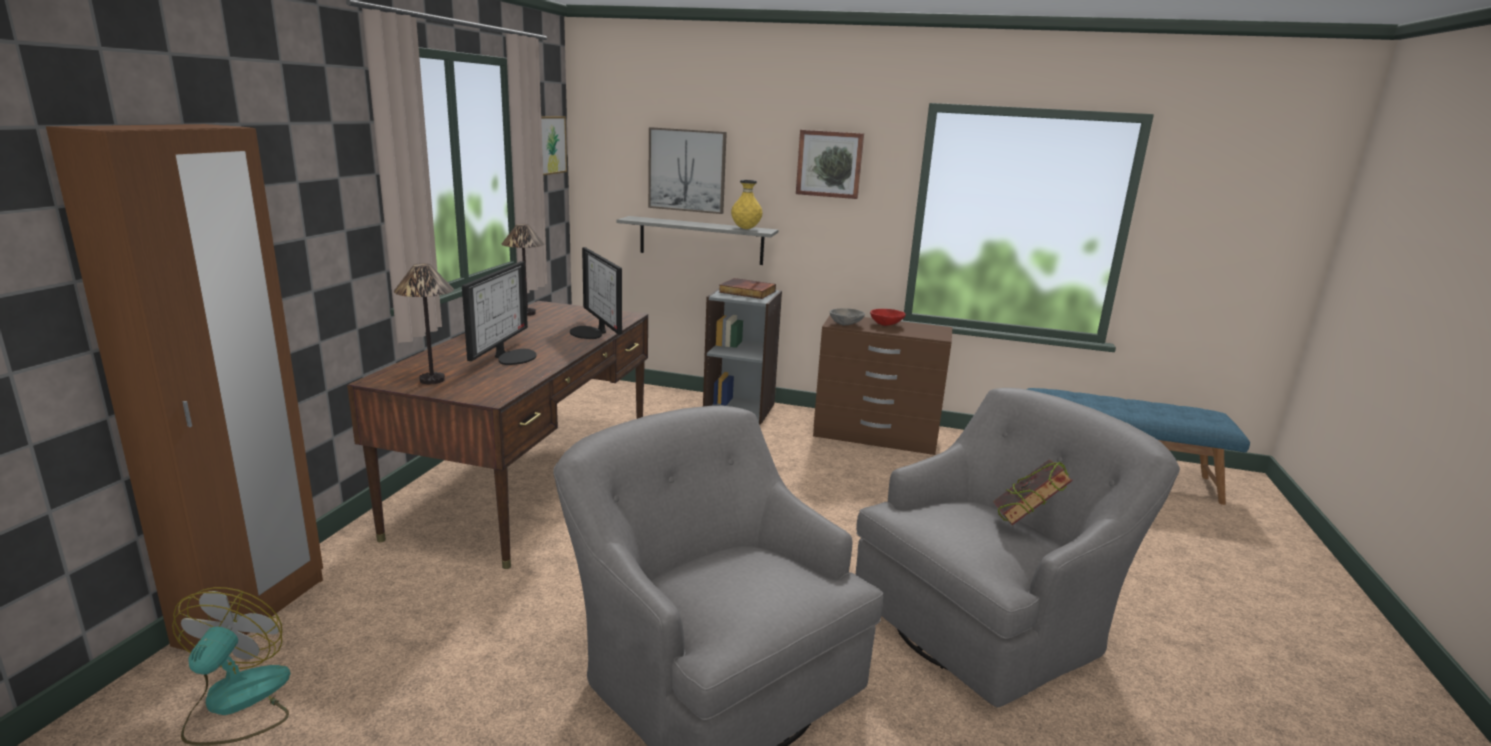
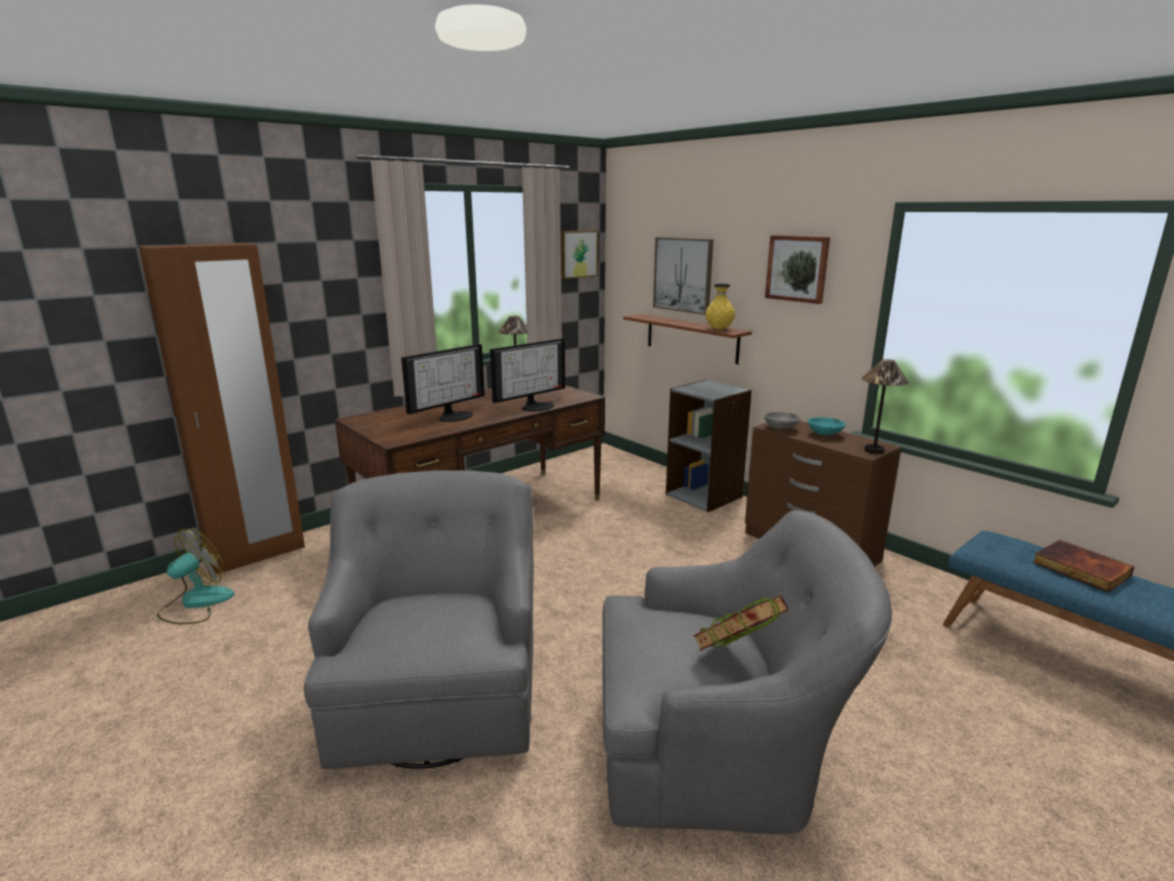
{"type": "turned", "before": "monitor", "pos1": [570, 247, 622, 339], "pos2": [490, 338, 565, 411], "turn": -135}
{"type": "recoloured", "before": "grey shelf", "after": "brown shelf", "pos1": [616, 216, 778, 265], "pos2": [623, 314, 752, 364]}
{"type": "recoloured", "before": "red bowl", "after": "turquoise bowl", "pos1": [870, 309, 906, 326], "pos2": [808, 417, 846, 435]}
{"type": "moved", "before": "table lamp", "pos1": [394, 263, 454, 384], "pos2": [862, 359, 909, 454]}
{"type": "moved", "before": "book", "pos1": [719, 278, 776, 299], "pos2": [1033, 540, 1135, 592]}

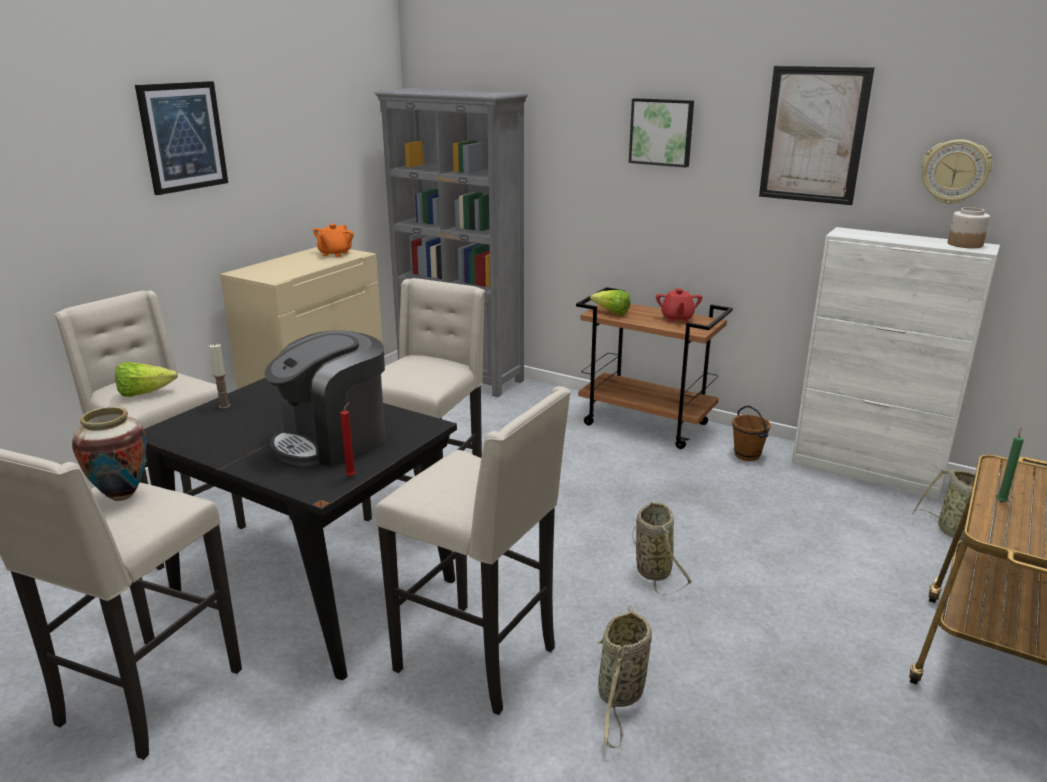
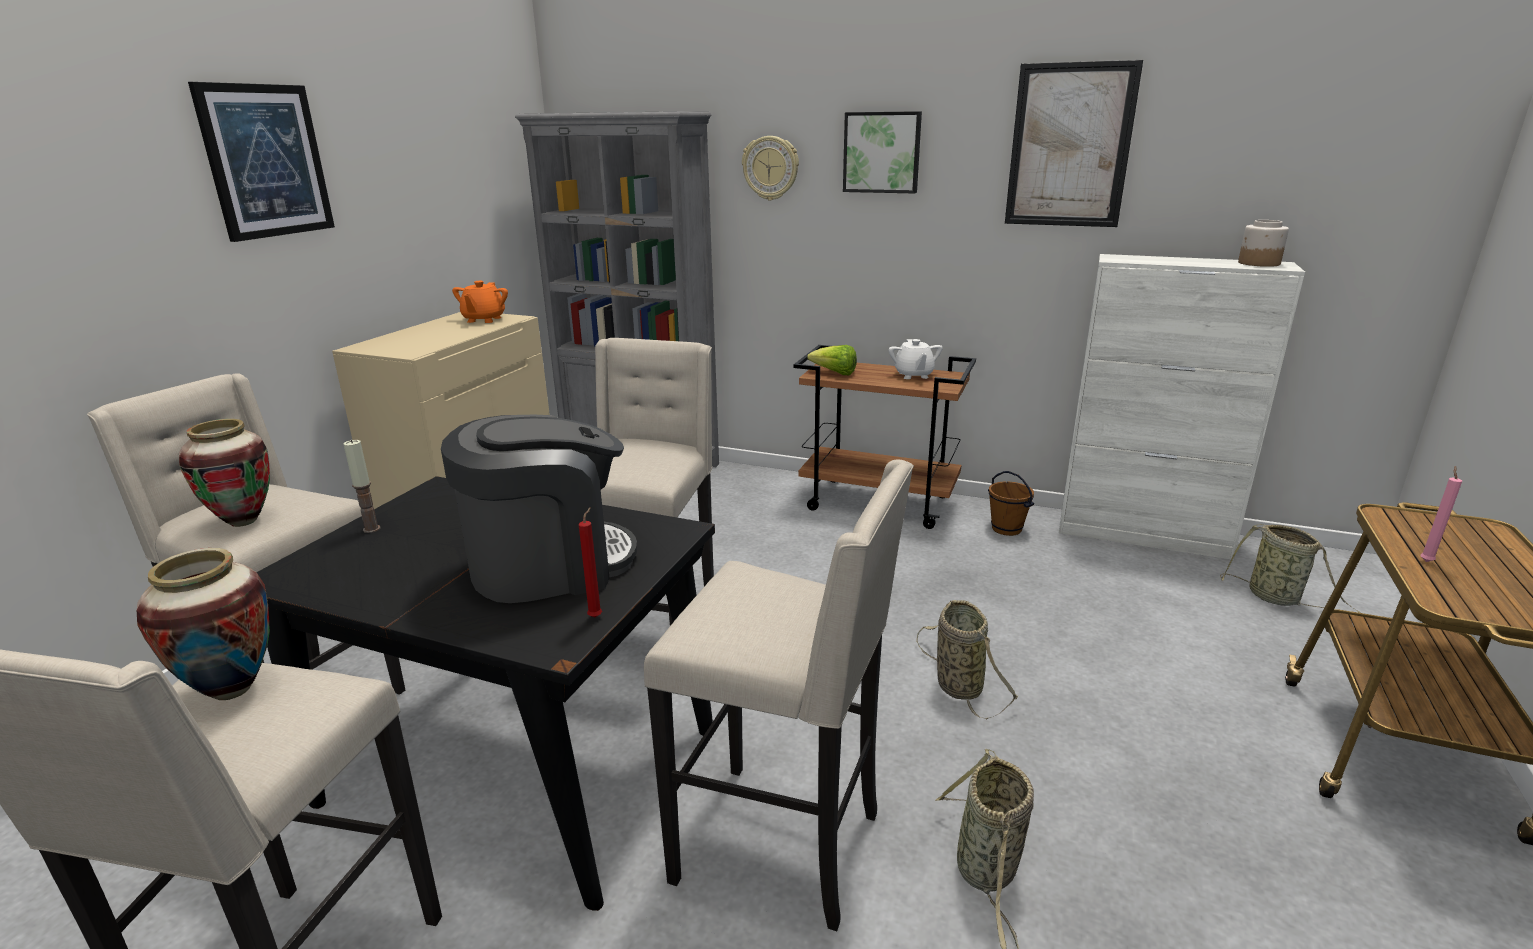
{"type": "replaced", "before": "lettuce", "after": "vase", "pos1": [115, 362, 178, 397], "pos2": [179, 419, 270, 527]}
{"type": "turned", "before": "coffee machine", "pos1": [265, 330, 385, 466], "pos2": [441, 415, 637, 603], "turn": -150}
{"type": "moved", "before": "wall clock", "pos1": [922, 139, 992, 204], "pos2": [742, 136, 799, 200]}
{"type": "recoloured", "before": "red teapot", "after": "white teapot", "pos1": [656, 288, 702, 323], "pos2": [889, 339, 943, 379]}
{"type": "recoloured", "before": "green candle", "after": "pink candle", "pos1": [997, 428, 1024, 503], "pos2": [1420, 466, 1462, 562]}

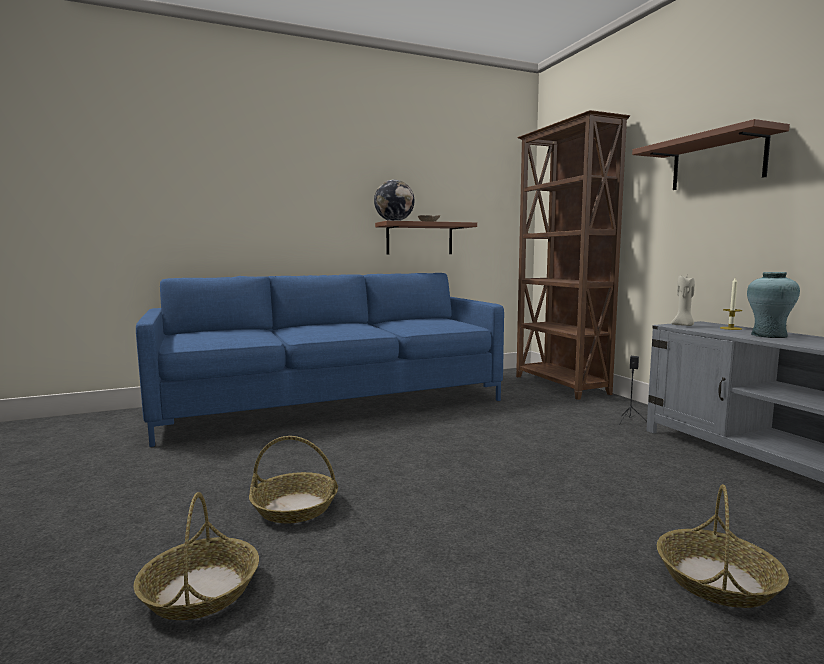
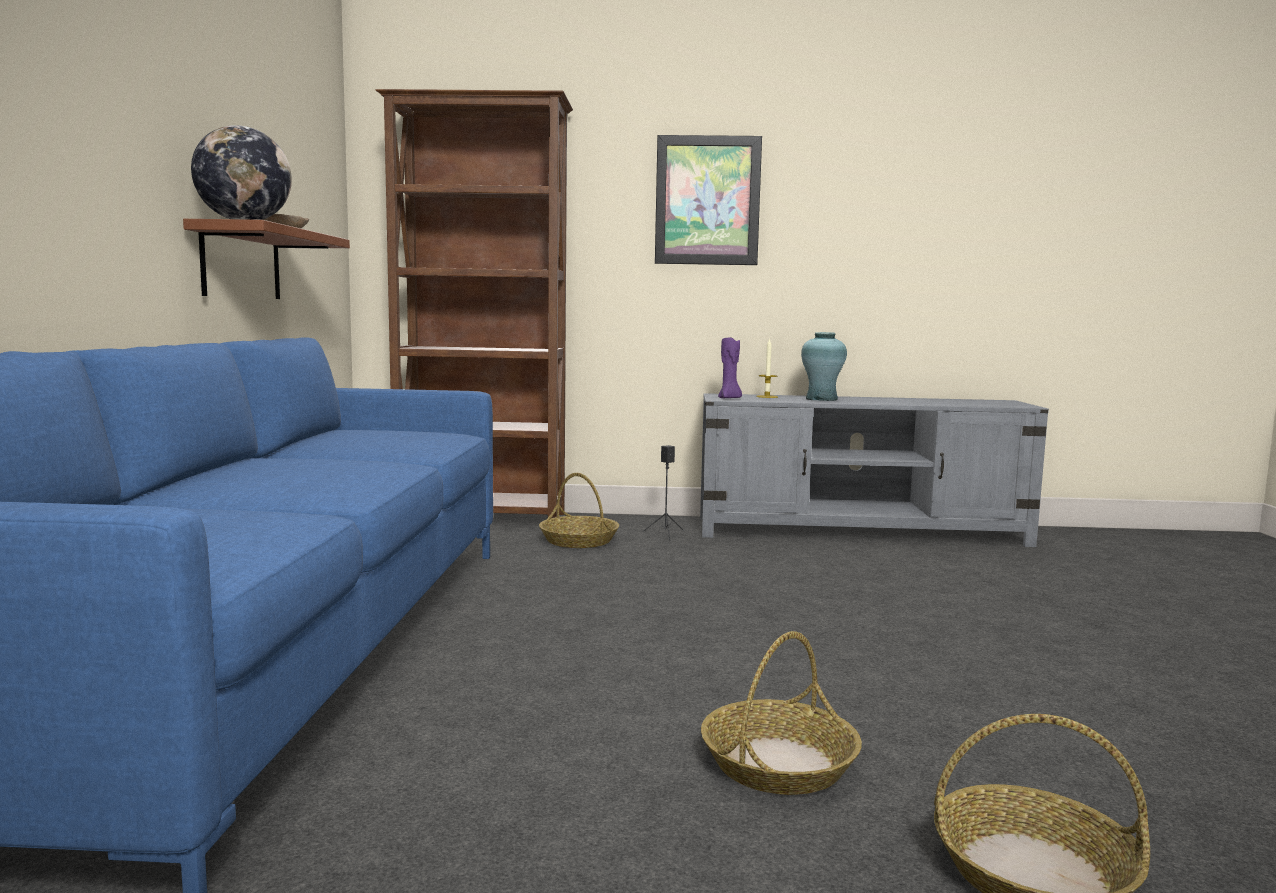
{"type": "moved", "before": "basket", "pos1": [657, 484, 789, 608], "pos2": [539, 473, 619, 548]}
{"type": "replaced", "before": "brown shelf", "after": "picture", "pos1": [632, 119, 790, 190], "pos2": [655, 135, 762, 265]}
{"type": "recoloured", "before": "beige candle", "after": "purple candle", "pos1": [671, 276, 695, 326], "pos2": [718, 338, 742, 398]}

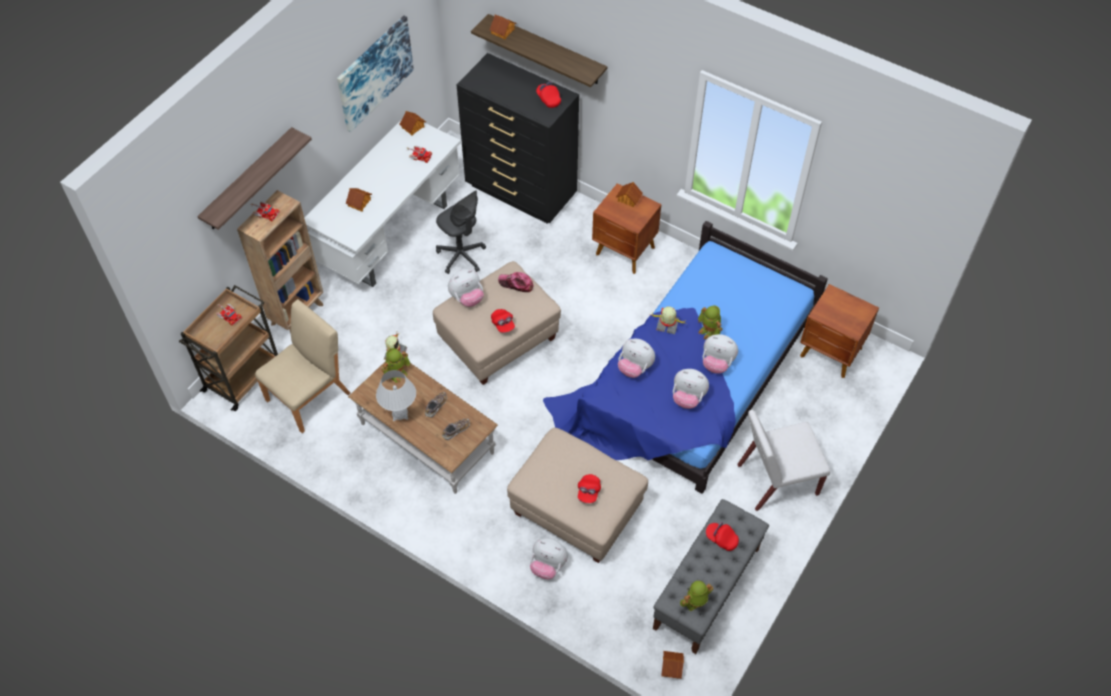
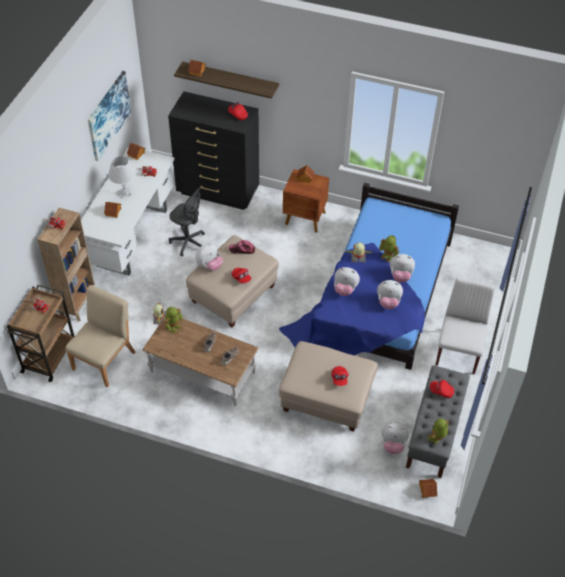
{"type": "moved", "before": "white table lamp", "pos1": [376, 370, 416, 421], "pos2": [108, 156, 136, 198]}
{"type": "moved", "before": "plush toy", "pos1": [530, 538, 568, 579], "pos2": [382, 423, 409, 454]}
{"type": "turned", "before": "white chair", "pos1": [737, 410, 830, 511], "pos2": [435, 278, 495, 374], "turn": 135}
{"type": "removed", "before": "shelf", "pos1": [197, 127, 312, 230]}
{"type": "removed", "before": "brown nightstand", "pos1": [800, 284, 879, 378]}

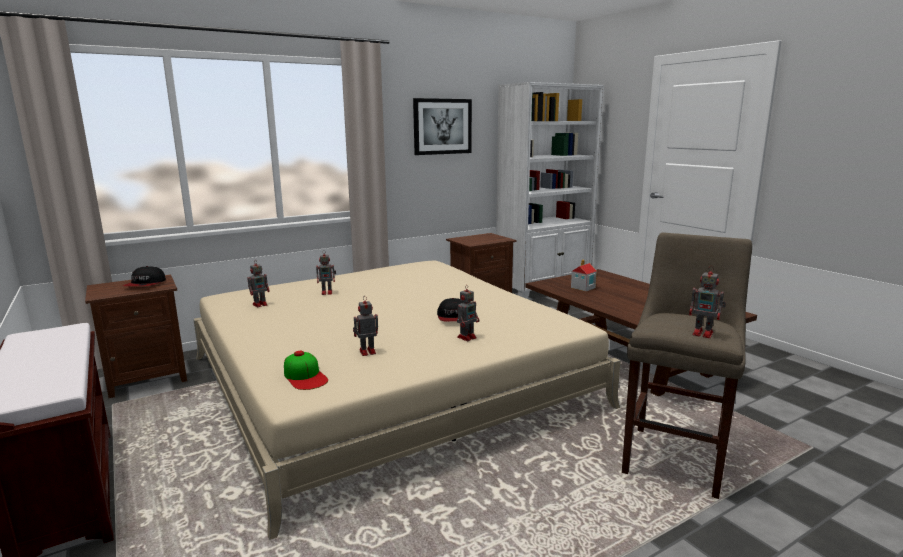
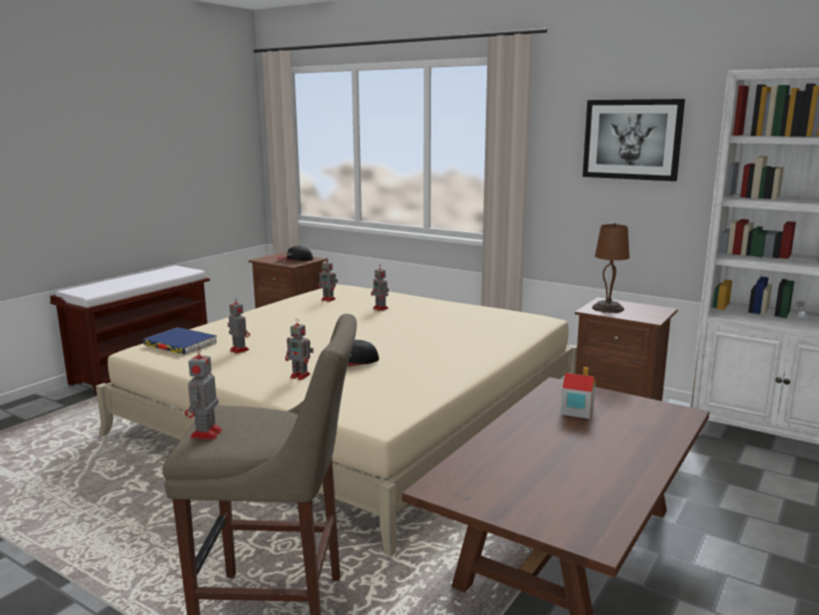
{"type": "replaced", "before": "cap", "after": "blue book", "pos1": [284, 351, 328, 390], "pos2": [143, 327, 217, 354]}
{"type": "added", "after": "brown table lamp", "pos2": [592, 223, 629, 313]}

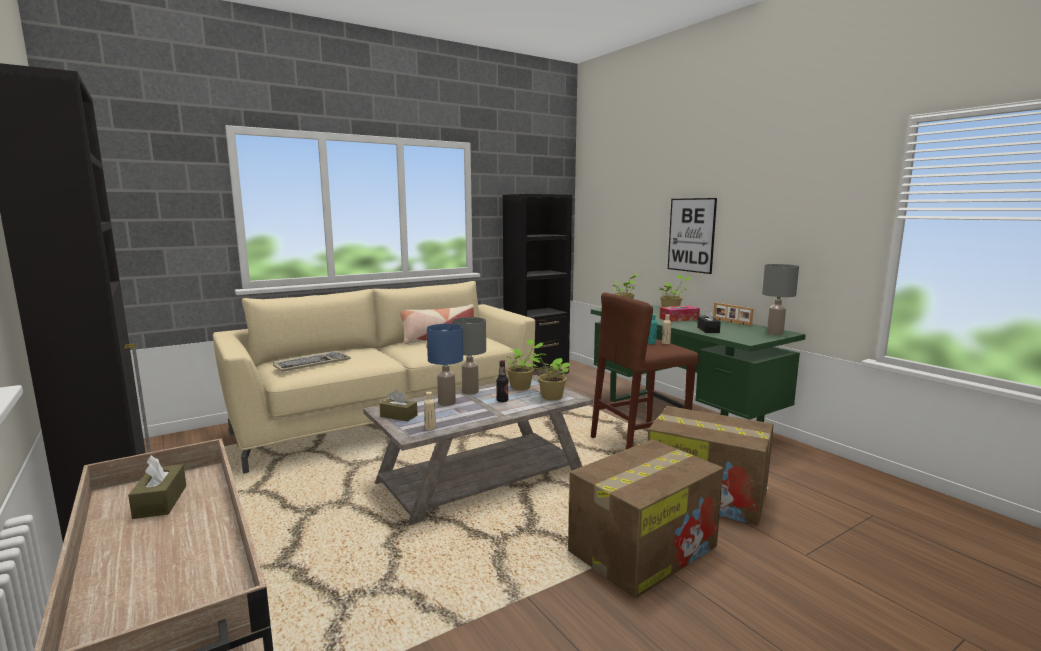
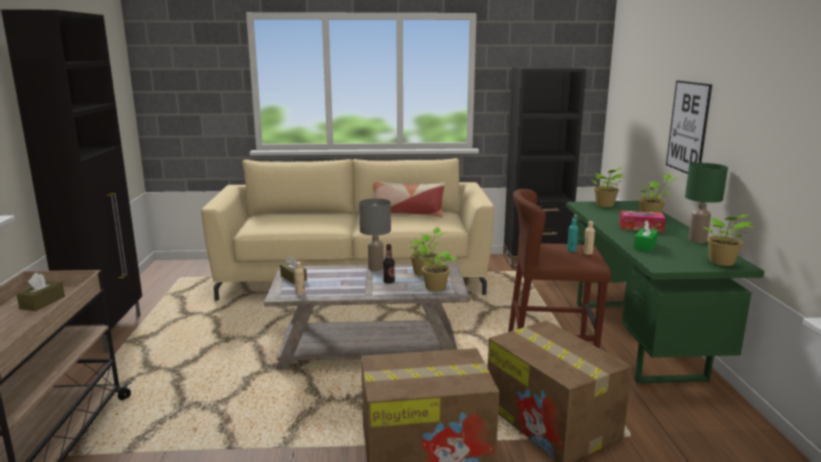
{"type": "recoloured", "before": "black tissue box", "after": "green tissue box", "pos1": [697, 308, 721, 333], "pos2": [634, 220, 658, 252]}
{"type": "replaced", "before": "picture frame", "after": "green table lamp", "pos1": [713, 302, 754, 326], "pos2": [685, 163, 728, 243]}
{"type": "replaced", "before": "grey table lamp", "after": "potted plant", "pos1": [762, 264, 799, 335], "pos2": [704, 214, 755, 266]}
{"type": "removed", "before": "keyboard", "pos1": [273, 351, 351, 372]}
{"type": "removed", "before": "blue table lamp", "pos1": [427, 324, 463, 406]}

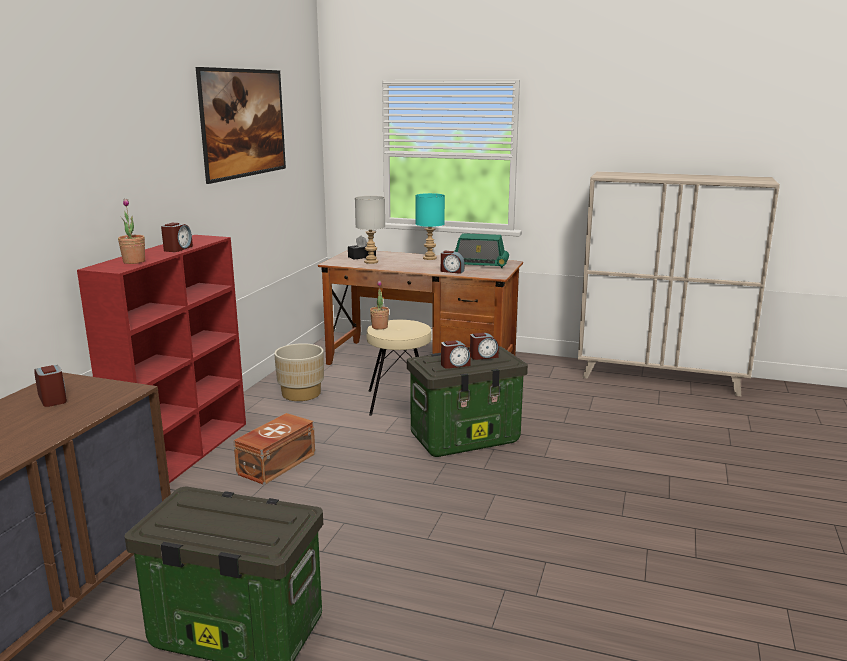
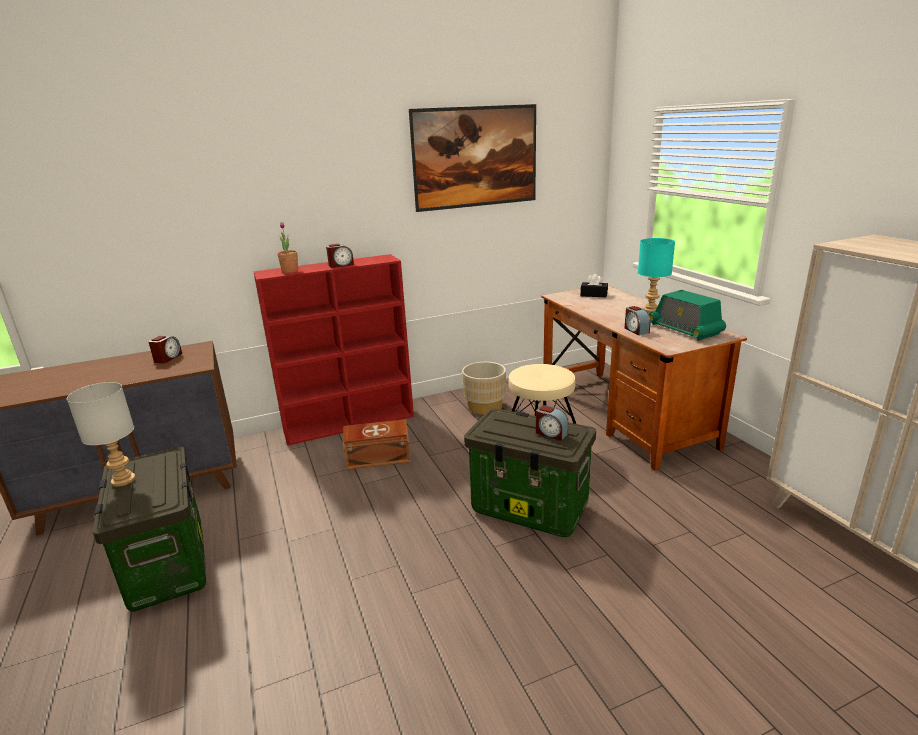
{"type": "moved", "before": "grey table lamp", "pos1": [355, 196, 385, 264], "pos2": [67, 382, 136, 487]}
{"type": "removed", "before": "potted plant", "pos1": [370, 281, 389, 330]}
{"type": "removed", "before": "alarm clock", "pos1": [441, 341, 471, 369]}

